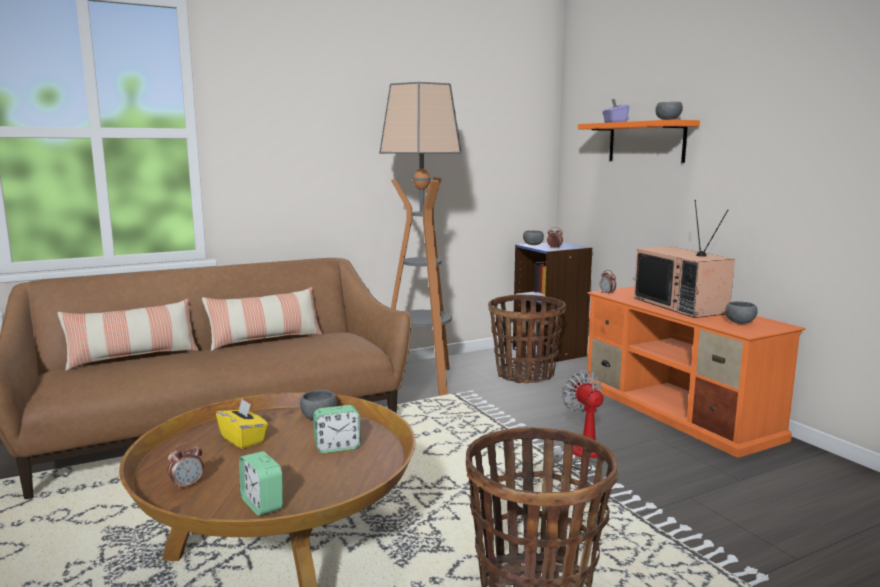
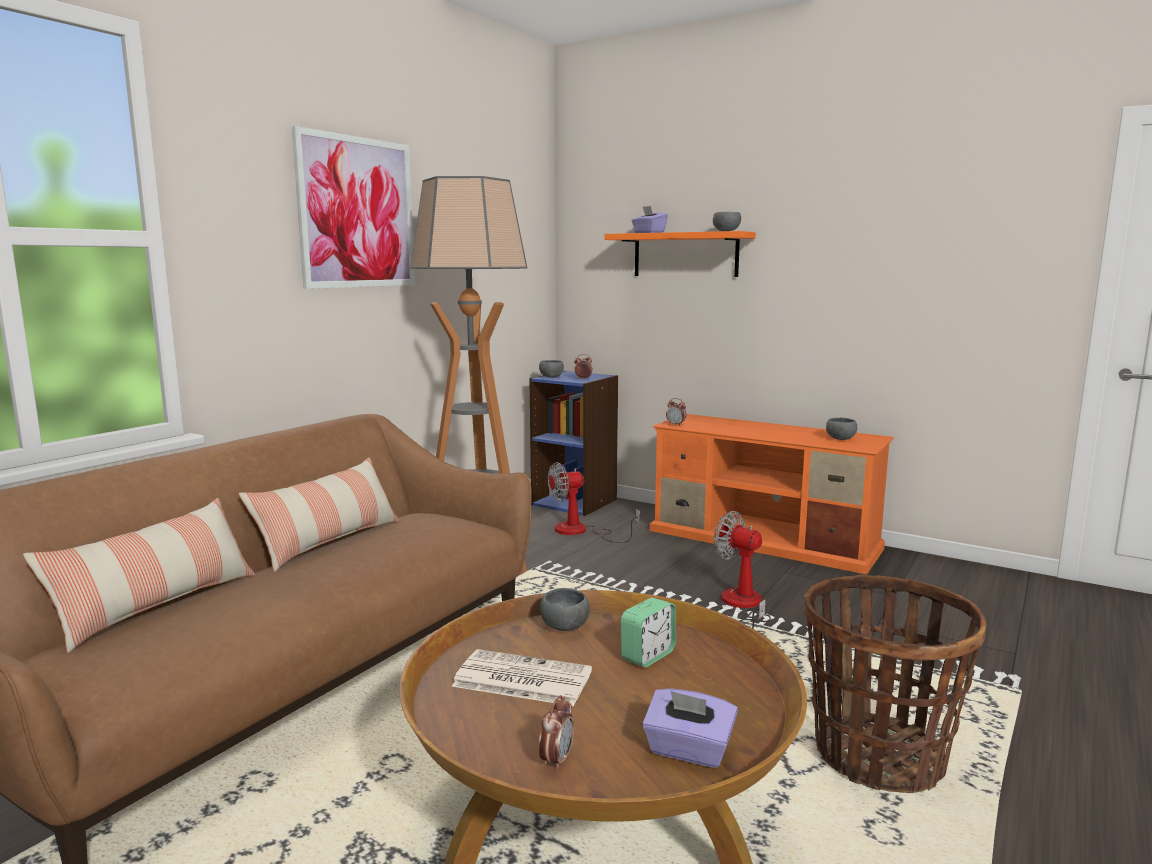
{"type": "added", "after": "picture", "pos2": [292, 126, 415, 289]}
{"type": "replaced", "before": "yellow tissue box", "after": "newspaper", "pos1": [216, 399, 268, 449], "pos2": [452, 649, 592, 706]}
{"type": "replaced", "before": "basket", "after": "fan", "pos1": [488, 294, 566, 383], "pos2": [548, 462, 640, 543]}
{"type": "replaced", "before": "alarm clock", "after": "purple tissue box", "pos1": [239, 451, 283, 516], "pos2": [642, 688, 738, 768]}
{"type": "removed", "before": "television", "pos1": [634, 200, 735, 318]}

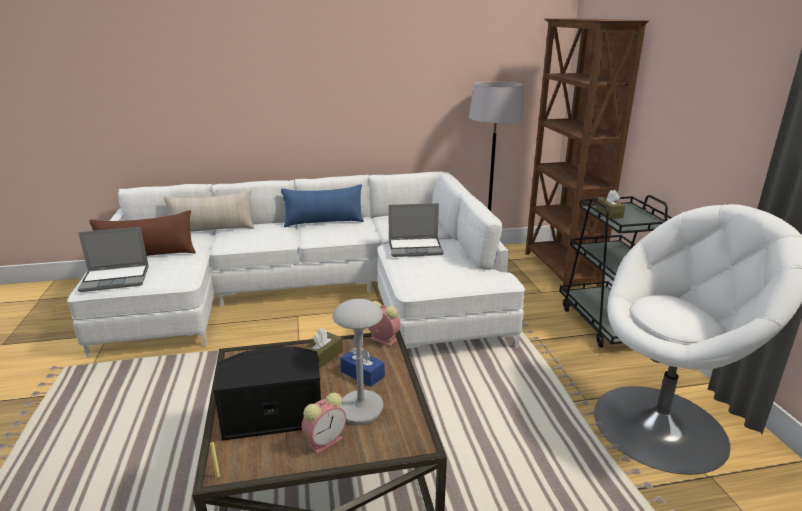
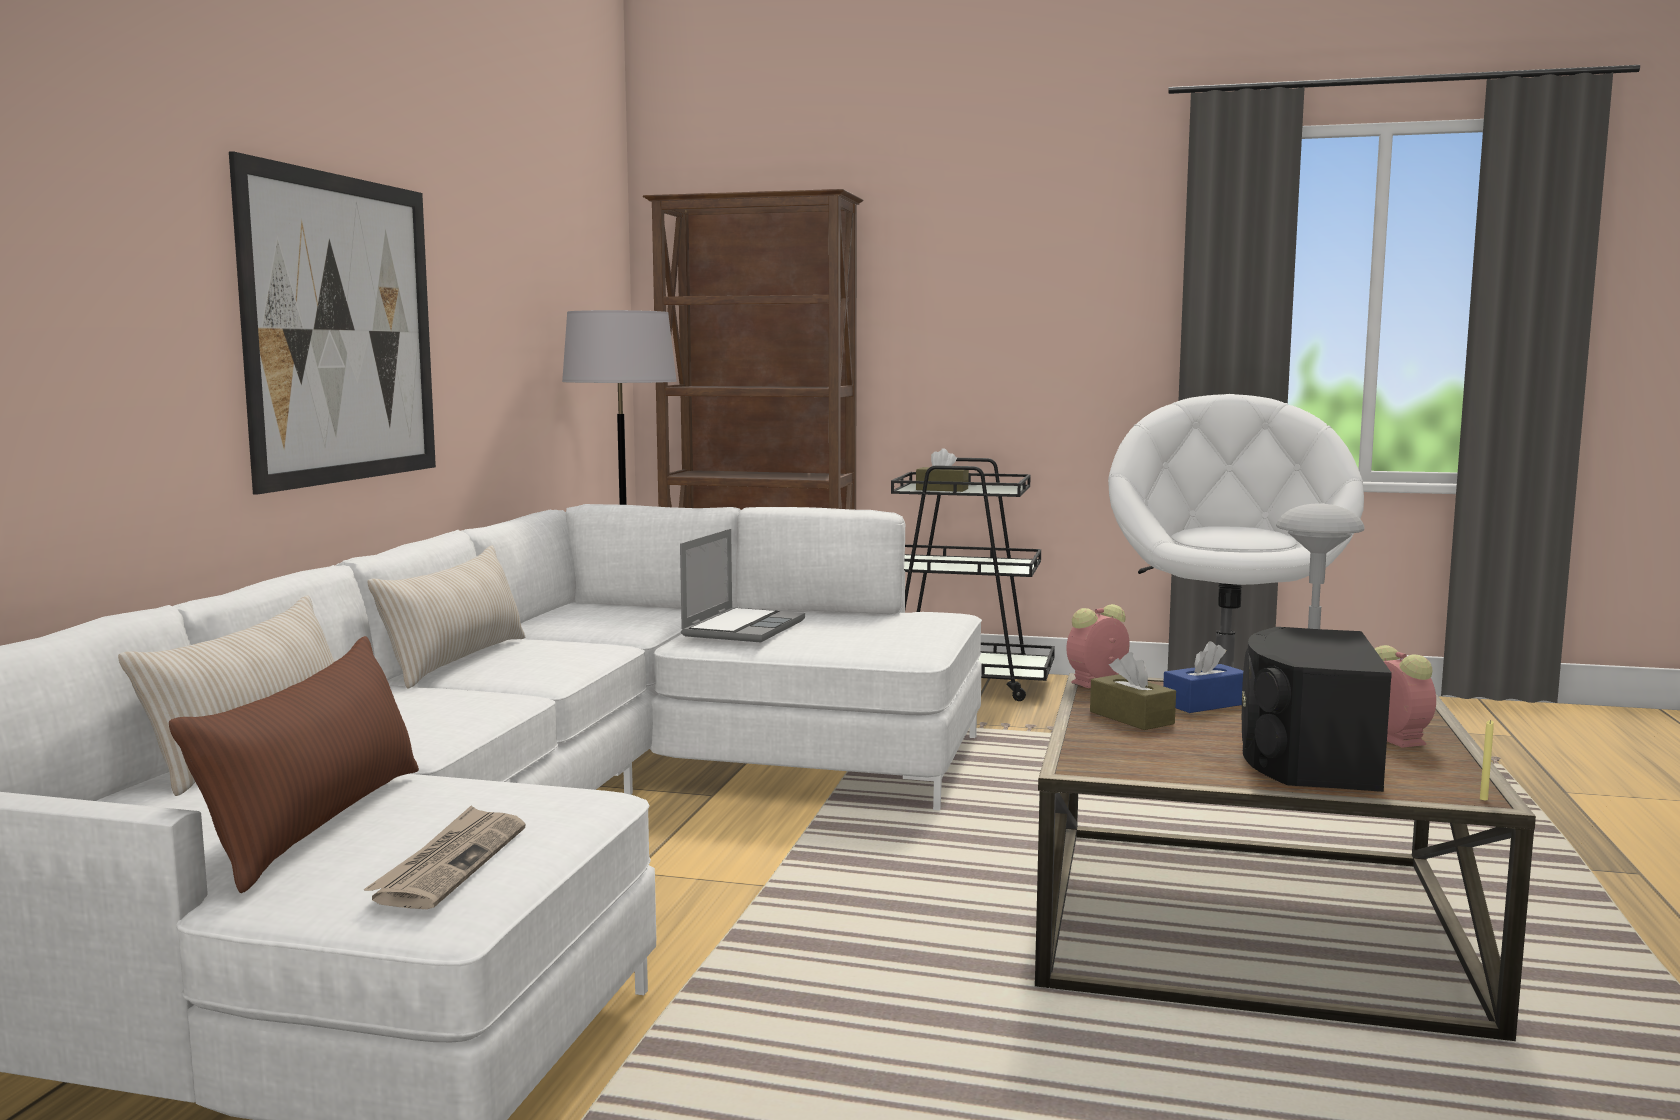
{"type": "added", "after": "picture", "pos2": [229, 151, 436, 495]}
{"type": "replaced", "before": "laptop", "after": "newspaper", "pos1": [78, 227, 149, 292], "pos2": [363, 805, 525, 909]}
{"type": "recoloured", "before": "blue pillow", "after": "beige pillow", "pos1": [281, 184, 364, 227], "pos2": [367, 546, 525, 689]}

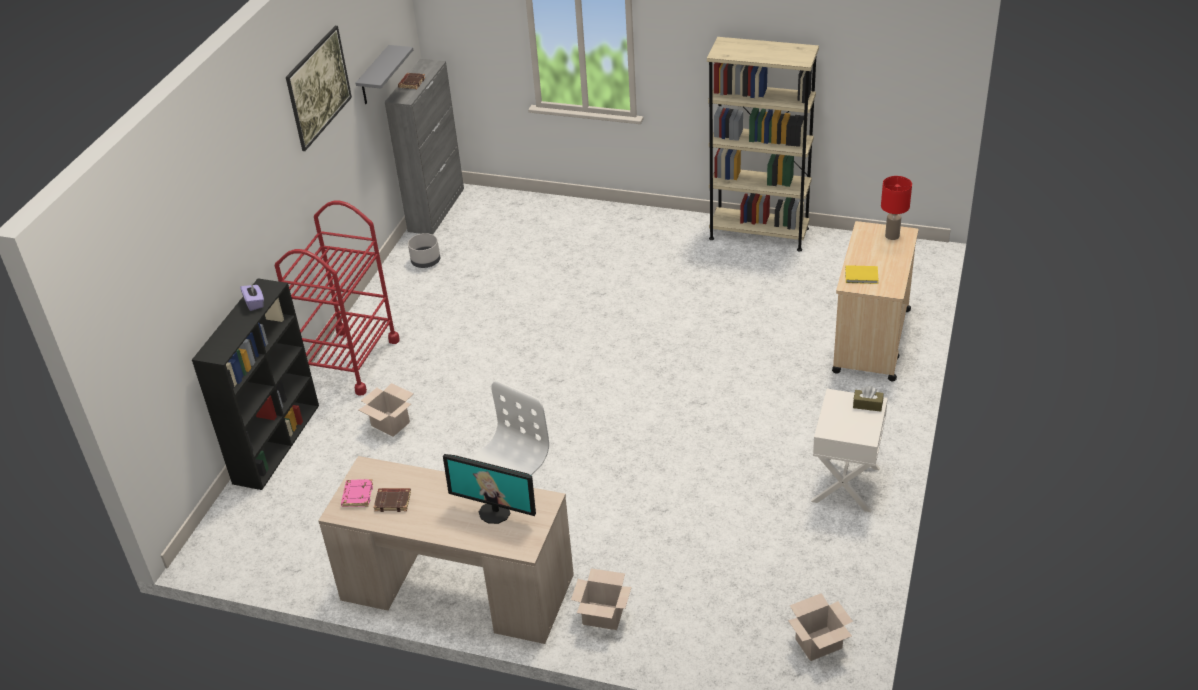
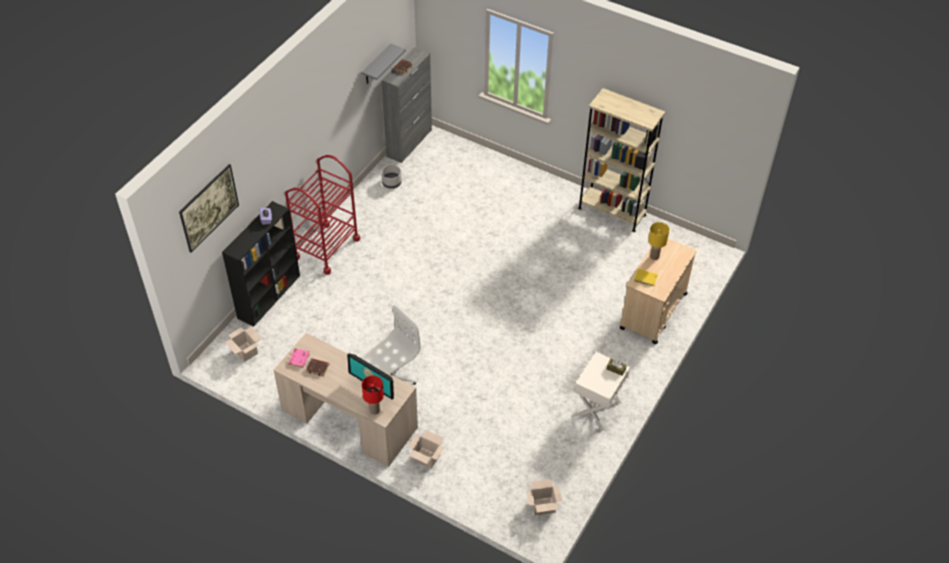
{"type": "moved", "before": "picture", "pos1": [286, 26, 352, 151], "pos2": [179, 164, 239, 253]}
{"type": "moved", "before": "cardboard box", "pos1": [359, 383, 413, 437], "pos2": [225, 327, 262, 362]}
{"type": "moved", "before": "red table lamp", "pos1": [881, 176, 912, 240], "pos2": [362, 375, 384, 415]}
{"type": "added", "after": "yellow table lamp", "pos2": [648, 222, 670, 260]}

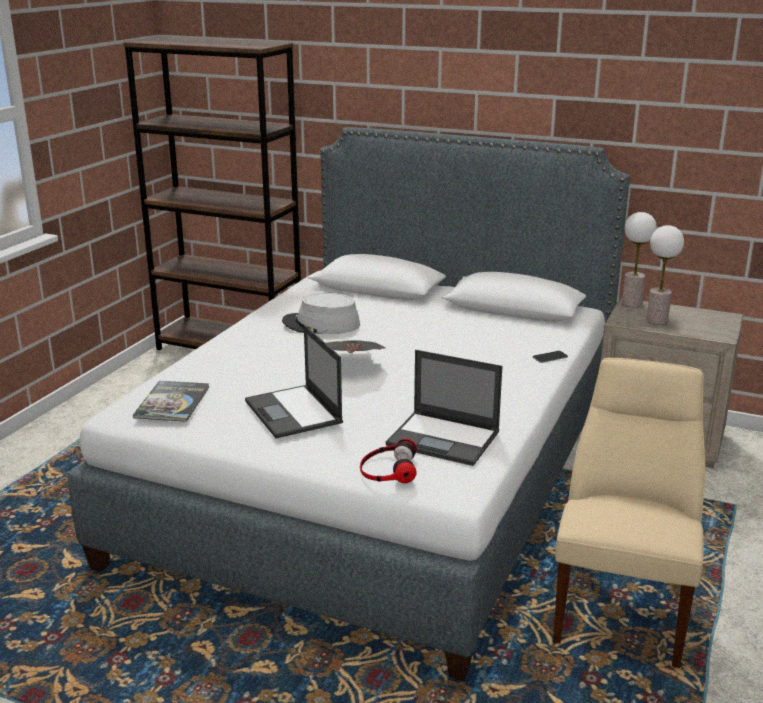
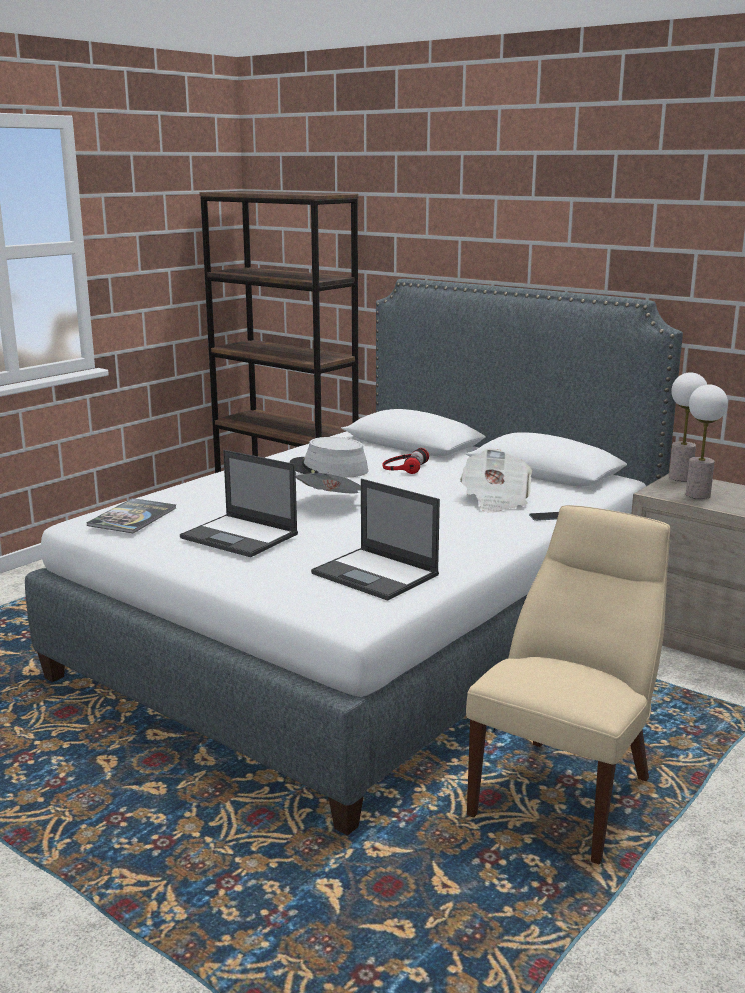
{"type": "turned", "before": "laptop", "pos1": [245, 325, 343, 438], "pos2": [180, 450, 298, 557], "turn": -45}
{"type": "moved", "before": "headphones", "pos1": [360, 438, 417, 483], "pos2": [382, 448, 429, 474]}
{"type": "added", "after": "newspaper", "pos2": [460, 449, 532, 513]}

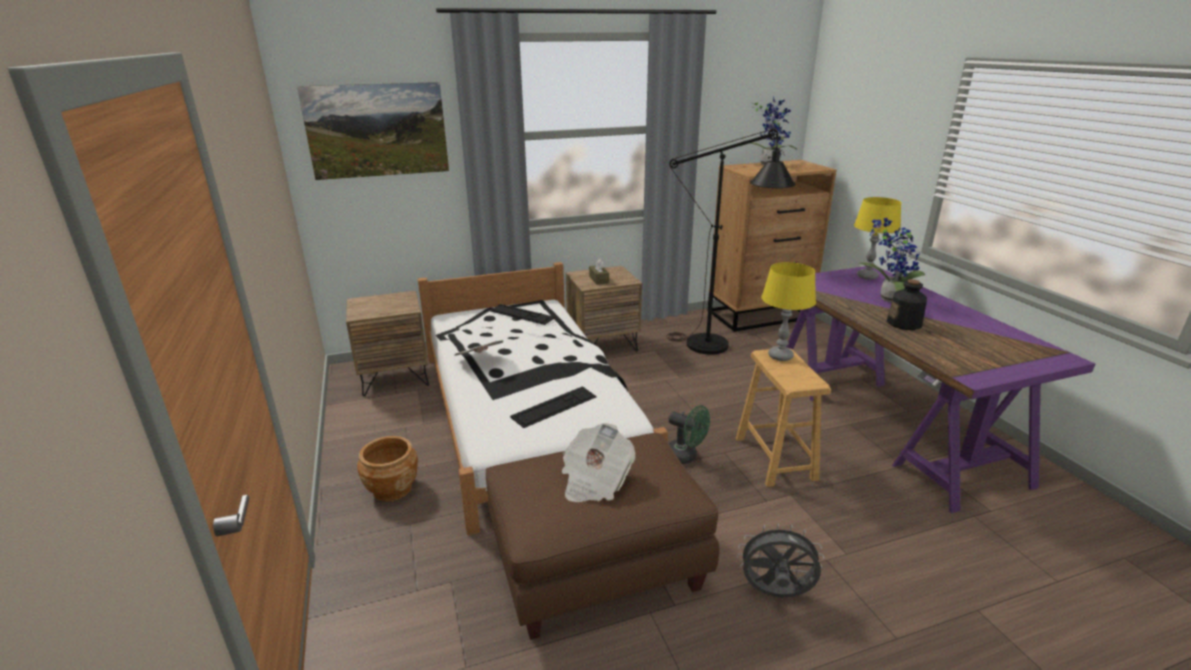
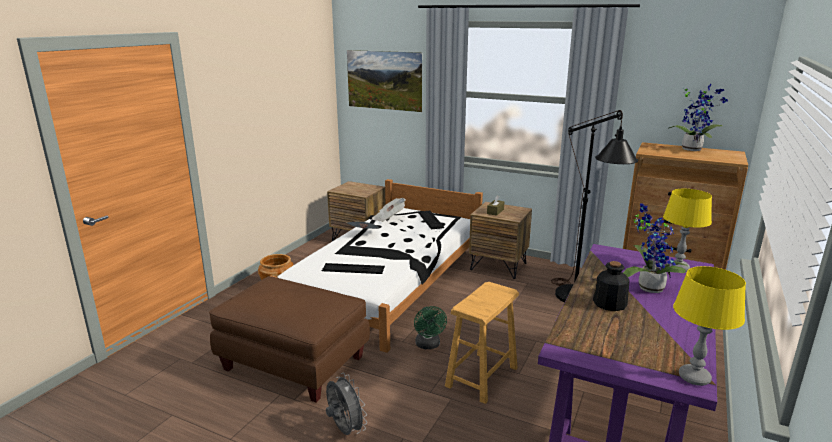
{"type": "moved", "before": "newspaper", "pos1": [562, 423, 636, 502], "pos2": [372, 198, 406, 222]}
{"type": "moved", "before": "yellow table lamp", "pos1": [761, 262, 816, 361], "pos2": [673, 266, 746, 386]}

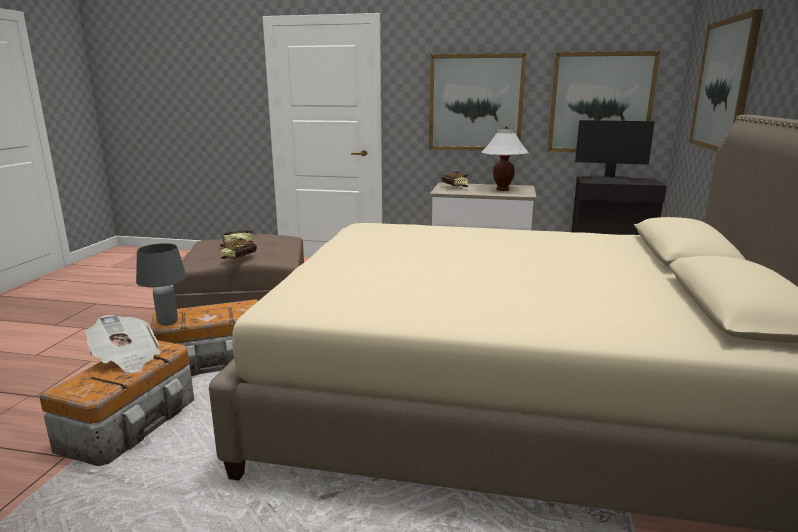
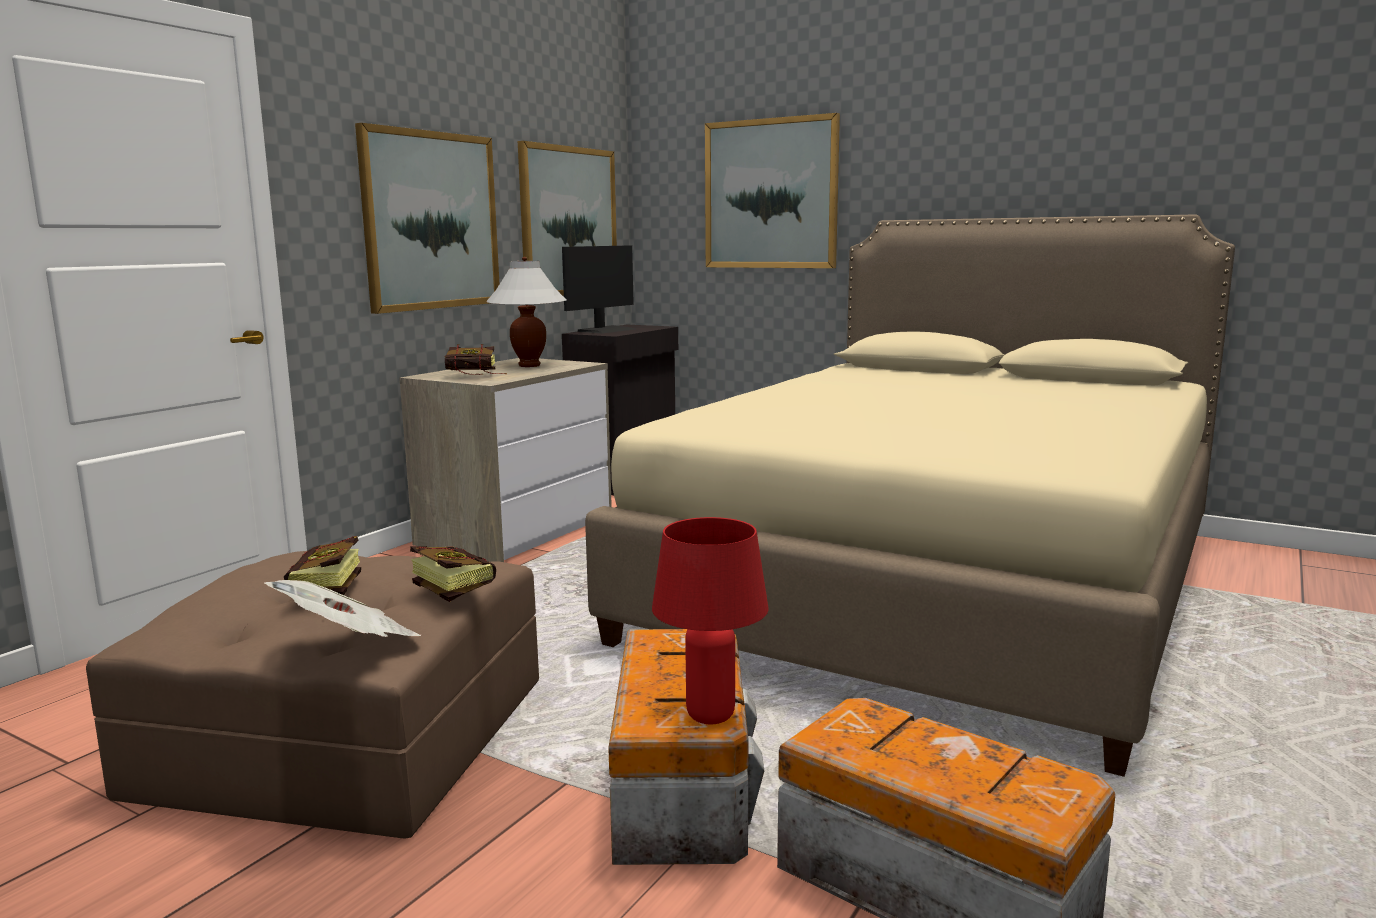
{"type": "moved", "before": "newspaper", "pos1": [86, 315, 161, 372], "pos2": [264, 580, 421, 637]}
{"type": "recoloured", "before": "grey table lamp", "after": "red table lamp", "pos1": [136, 243, 187, 326], "pos2": [652, 517, 768, 724]}

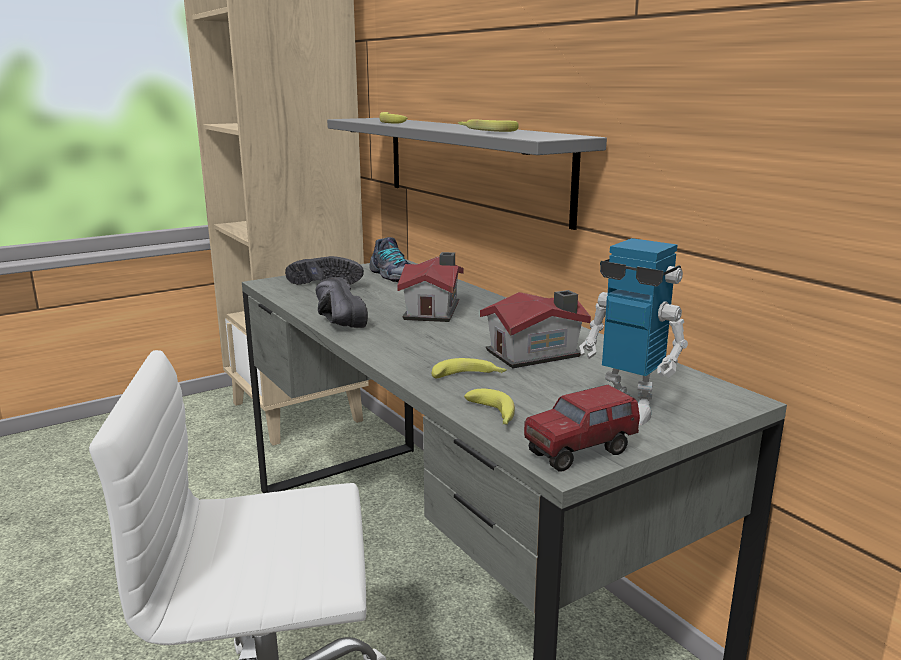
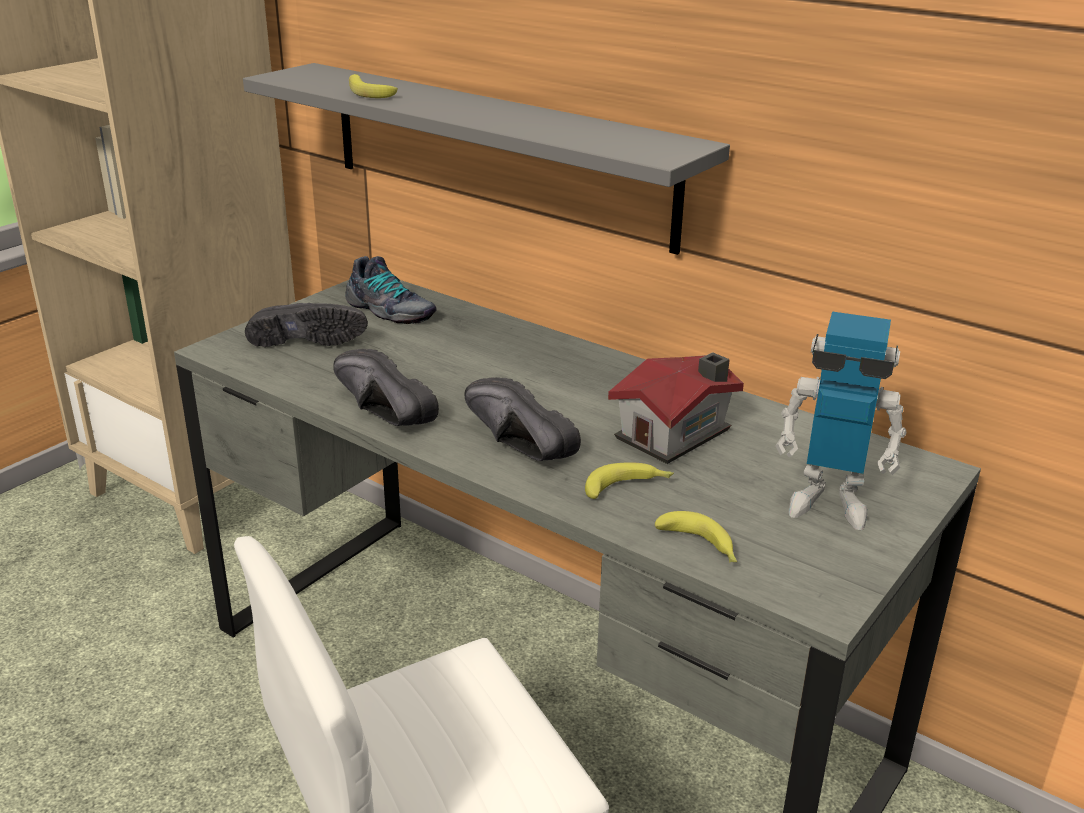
{"type": "added", "after": "black shoe", "pos2": [464, 377, 581, 461]}
{"type": "removed", "before": "toy house", "pos1": [397, 252, 463, 322]}
{"type": "removed", "before": "banana", "pos1": [458, 119, 519, 132]}
{"type": "removed", "before": "toy truck", "pos1": [524, 385, 640, 471]}

